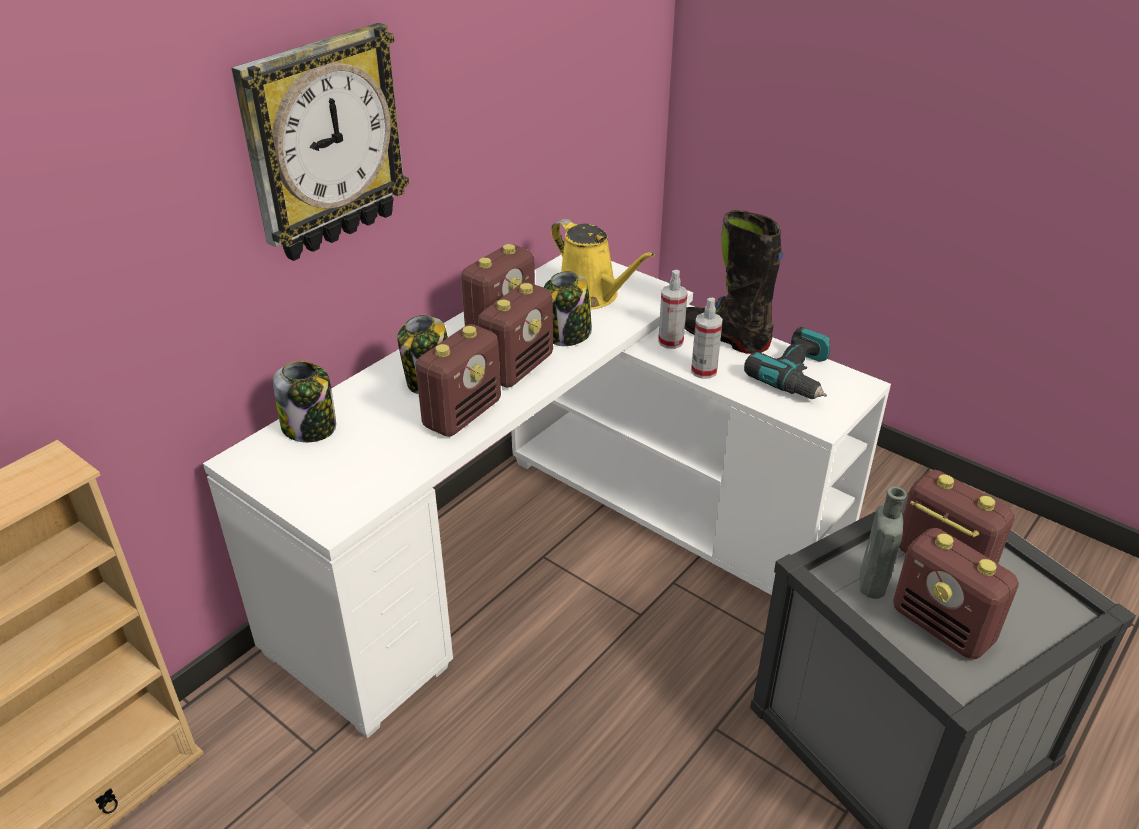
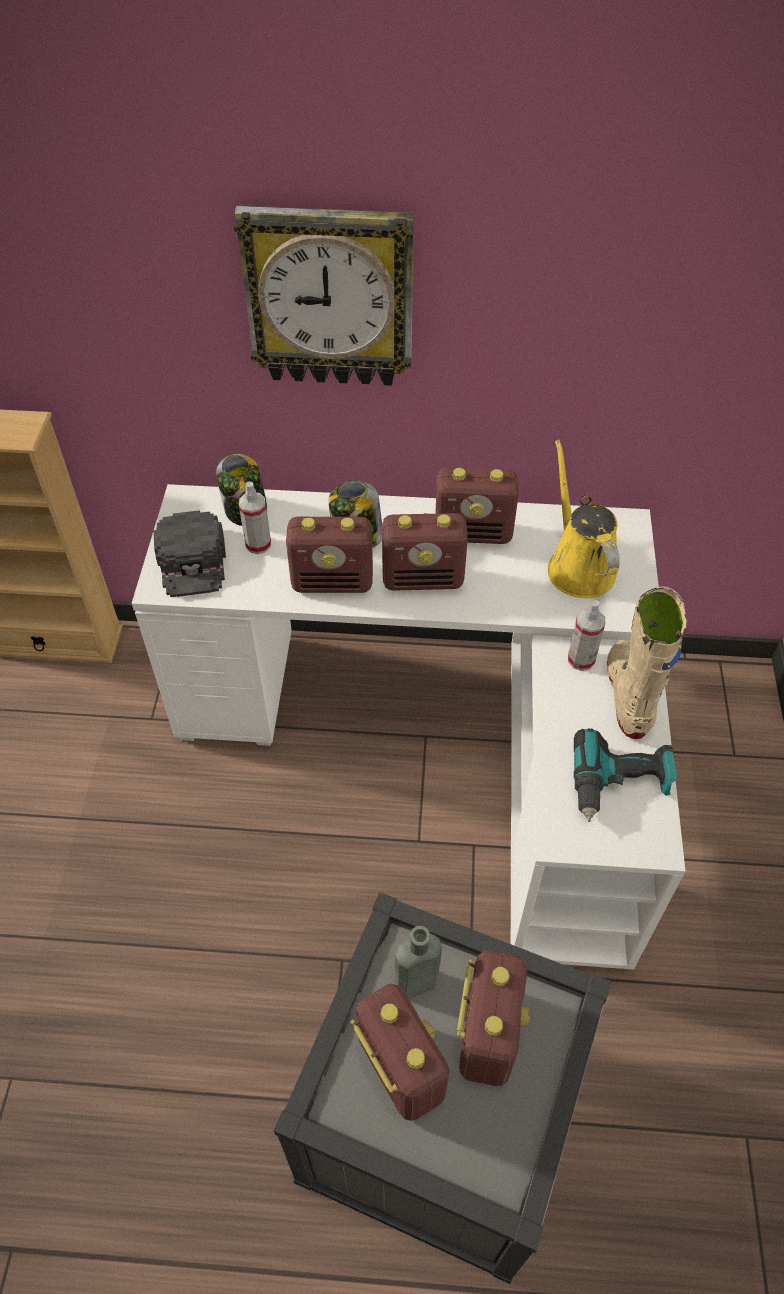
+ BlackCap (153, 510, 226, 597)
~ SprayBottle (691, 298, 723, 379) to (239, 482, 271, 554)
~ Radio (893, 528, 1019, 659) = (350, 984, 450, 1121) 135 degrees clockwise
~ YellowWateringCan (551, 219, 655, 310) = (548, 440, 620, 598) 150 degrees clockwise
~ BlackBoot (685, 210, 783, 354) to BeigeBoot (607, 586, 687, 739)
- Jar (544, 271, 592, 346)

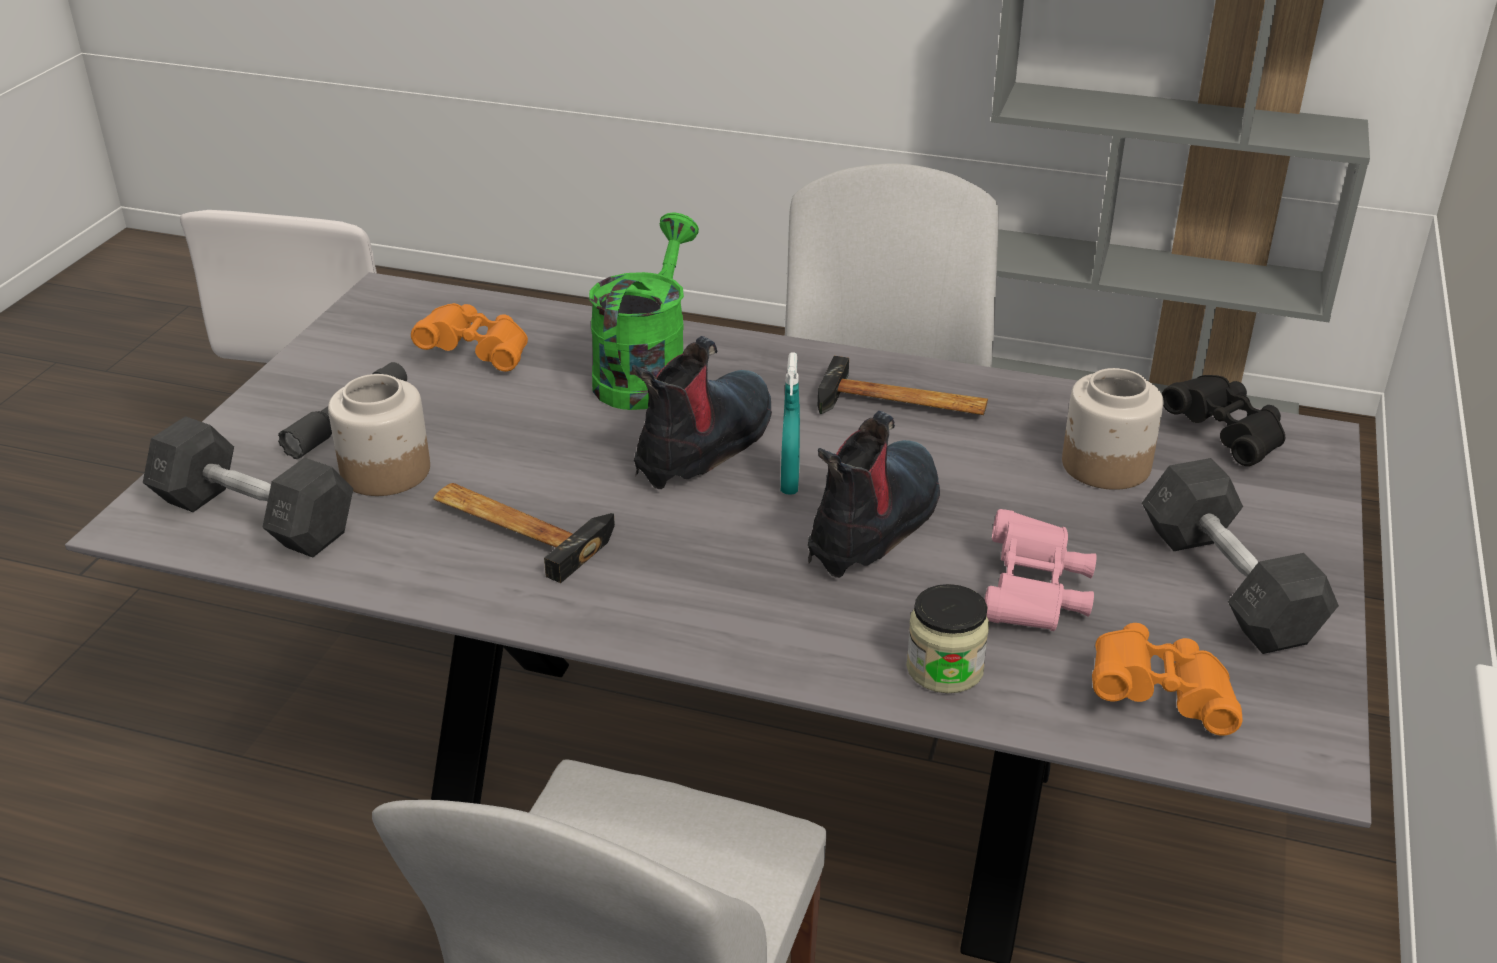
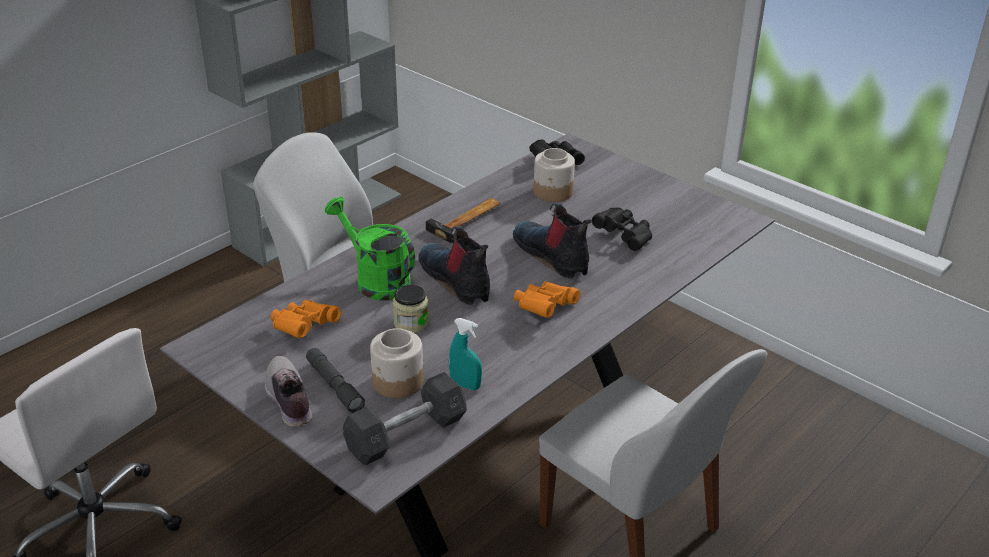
+ Shoe (265, 356, 312, 427)
~ Jar (906, 584, 989, 693) to (393, 285, 429, 333)
~ TurquoiseSprayBottle (781, 353, 800, 495) to (449, 318, 482, 390)
~ OrangeBinoculars (1092, 623, 1242, 736) to (514, 281, 580, 318)
~ PinkBinoculars (984, 509, 1097, 631) to BlackBinoculars (592, 208, 652, 251)
- Hammer (433, 483, 615, 583)
- GreyDumbbell (1142, 458, 1339, 654)

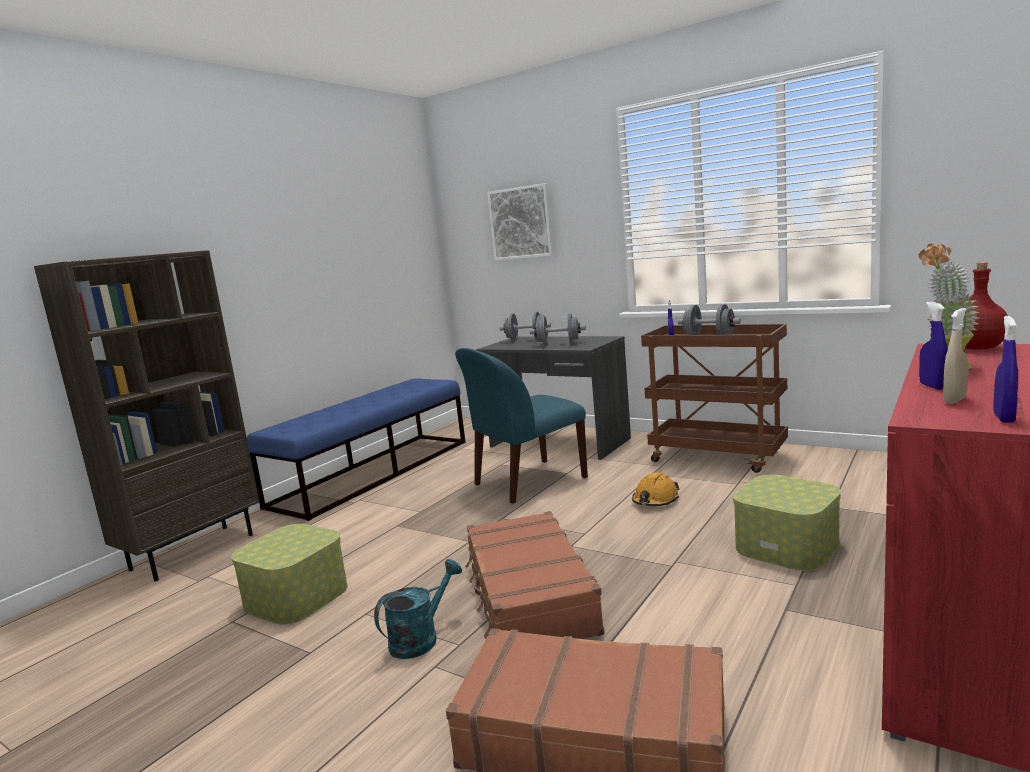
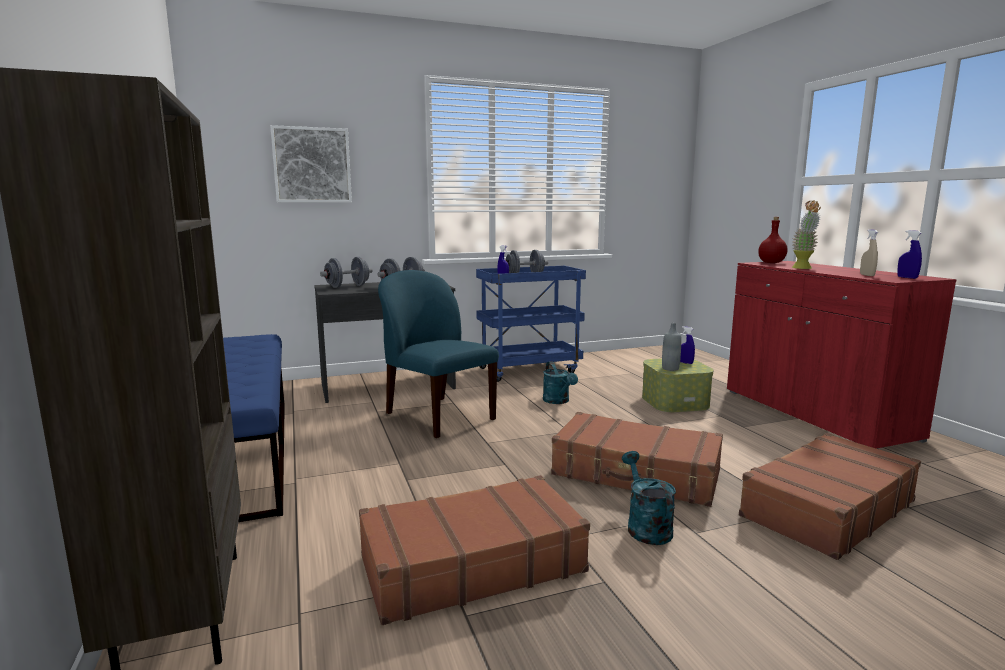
~ StorageBox (231, 524, 348, 624) to BrownSuitcase (359, 475, 590, 625)
~ BlueChair (455, 348, 588, 504) = (378, 270, 499, 438) 135 degrees clockwise
~ BrownCart (641, 324, 788, 473) to BlueCart (476, 266, 586, 382)
~ OrangeHardHat (632, 472, 680, 506) to TurquoiseWateringCan (543, 361, 578, 404)
+ GreyBottle (662, 323, 681, 371)
~ BlueSprayBottle (919, 302, 948, 390) to (680, 326, 695, 364)

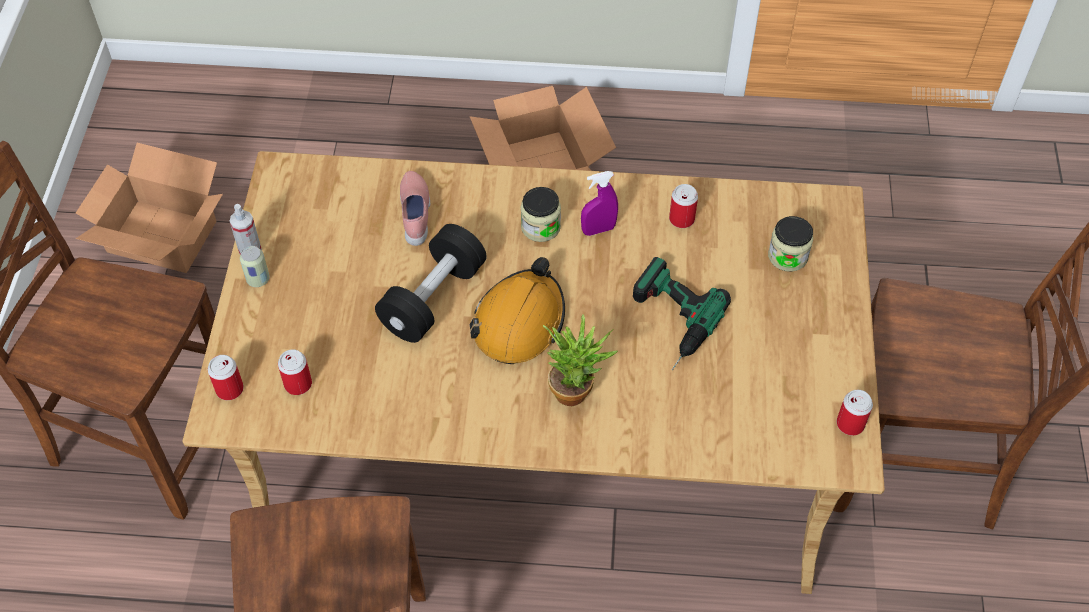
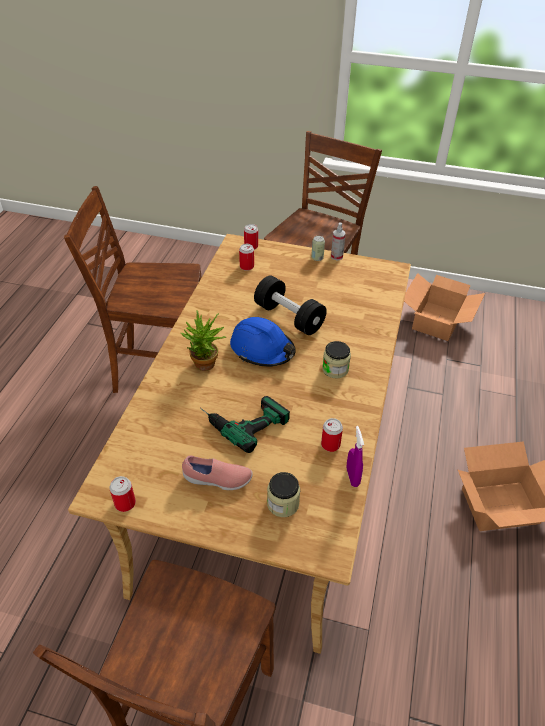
~ PinkShoe (400, 171, 430, 246) to (182, 456, 253, 490)
~ OrangeHardHat (470, 257, 565, 364) to BlueHardHat (230, 317, 296, 367)
~ PurpleSprayBottle (581, 171, 618, 236) to (347, 426, 364, 487)

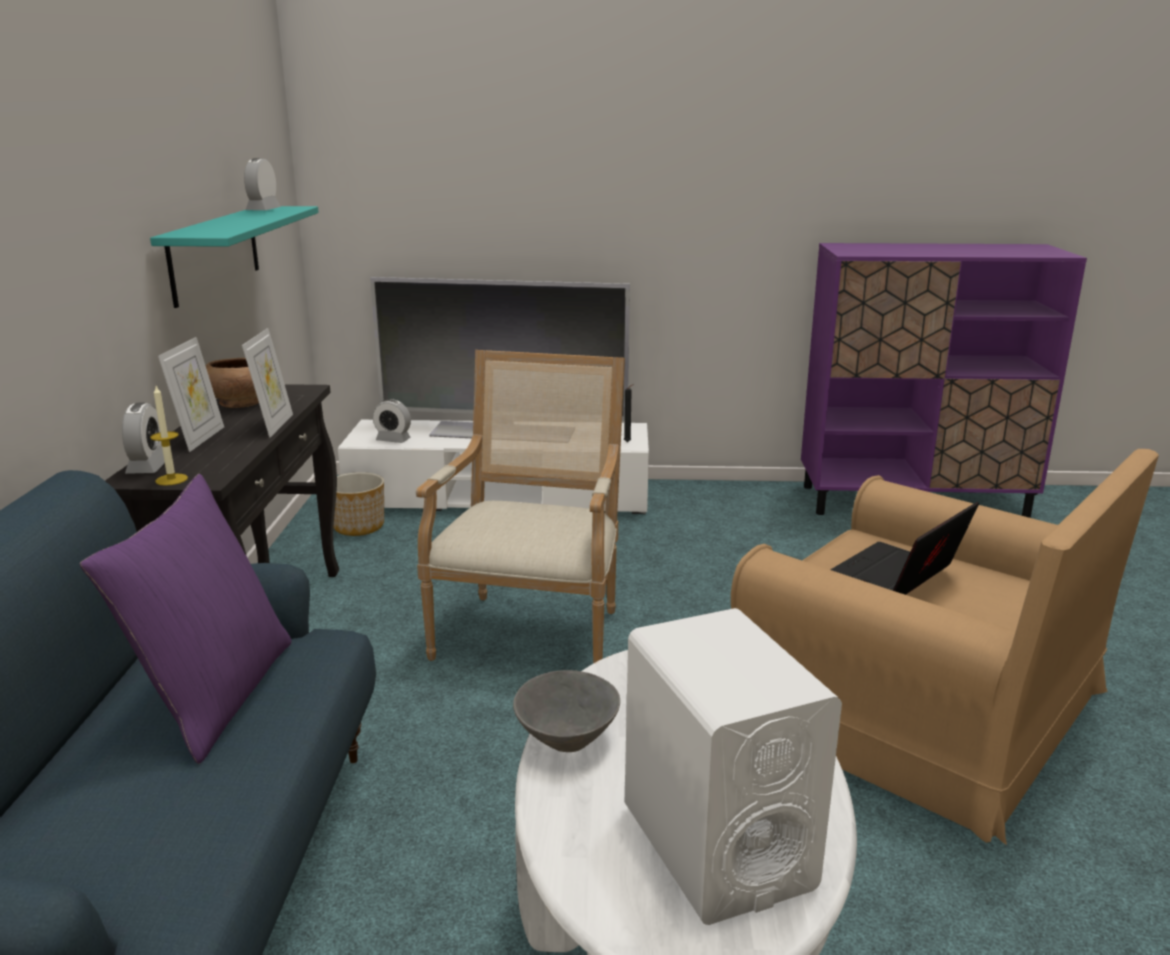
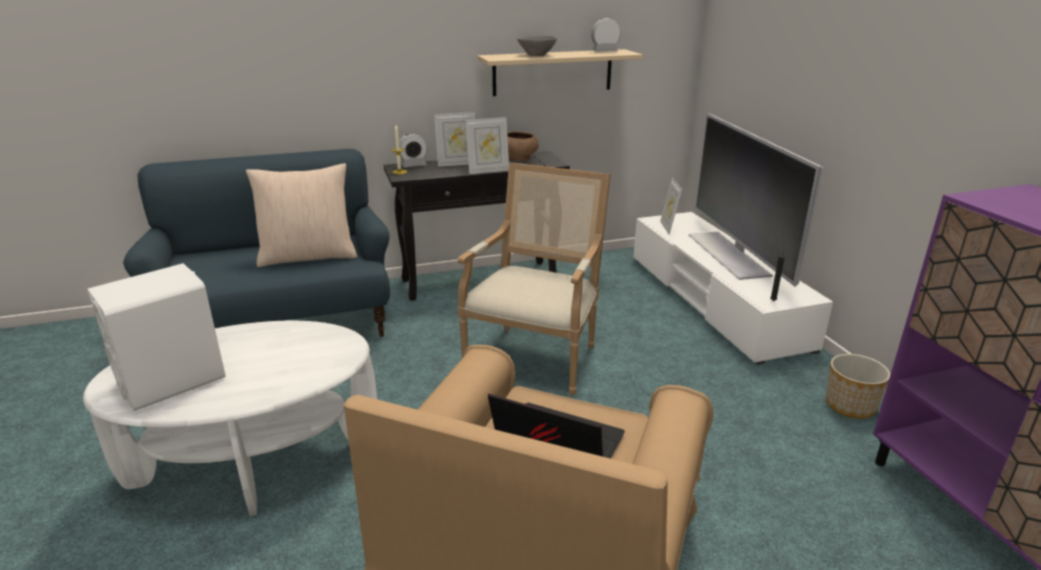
~ PurplePillow (80, 474, 292, 764) to BeigePillow (246, 163, 357, 267)
~ Armchair (416, 350, 625, 664) = (457, 162, 611, 396) 60 degrees counterclockwise
~ TurquoiseShelf (150, 206, 319, 308) to BeigeShelf (478, 49, 643, 96)
~ GreyBowl (513, 670, 620, 752) to (517, 35, 557, 56)
~ AlarmClock (373, 399, 411, 443) to PictureFrame (660, 178, 682, 235)
~ Planter (334, 472, 384, 536) to (826, 354, 891, 419)

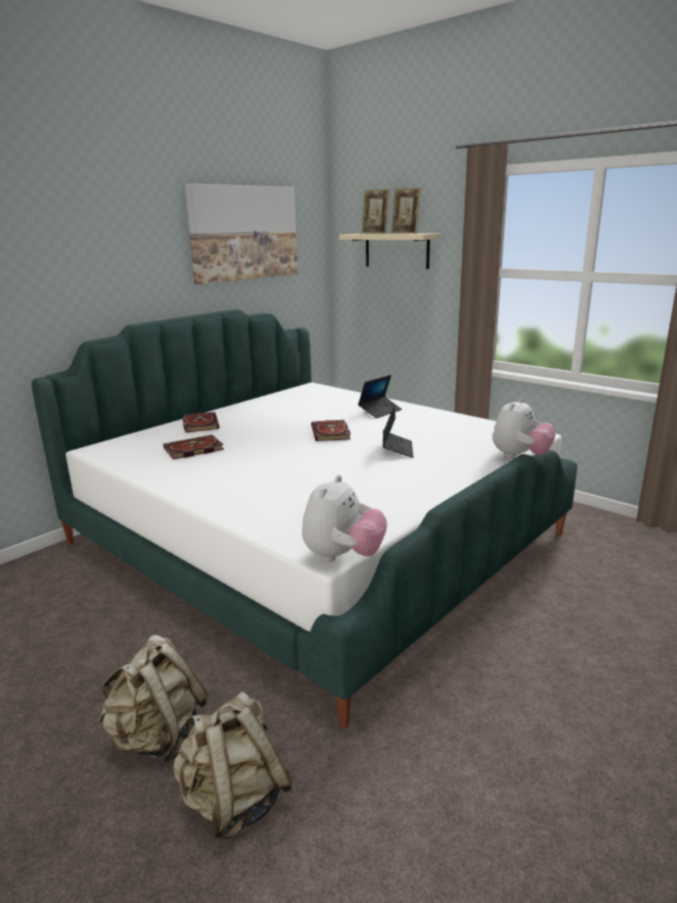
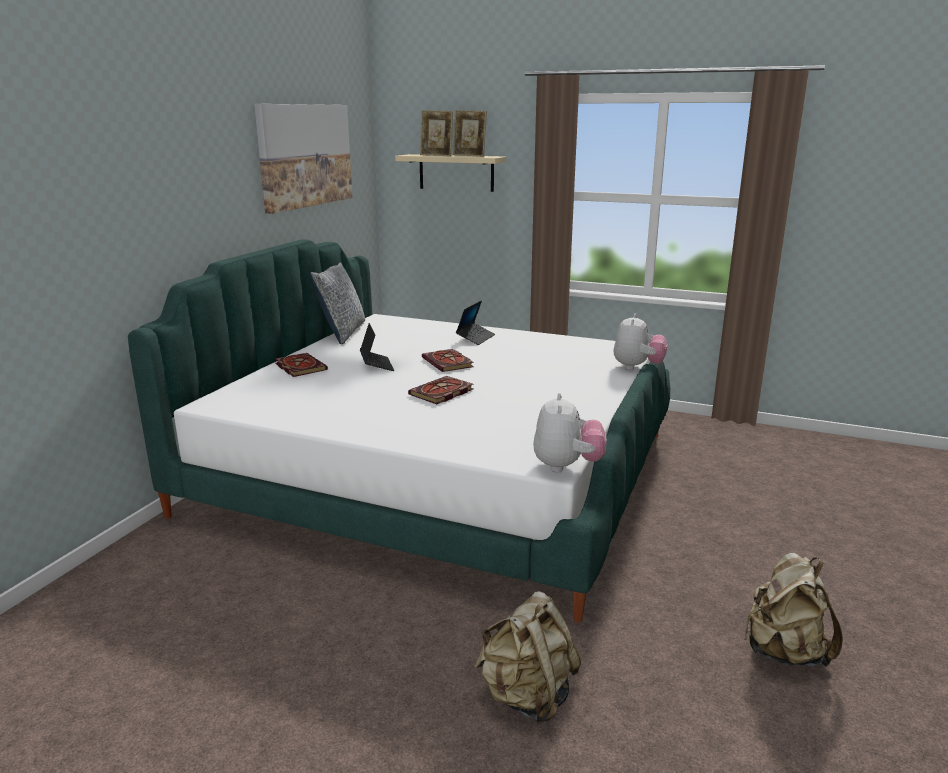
+ Pillow (310, 262, 365, 344)
~ Laptop (383, 404, 413, 458) to (360, 323, 394, 371)
~ Book (163, 435, 224, 459) to (408, 376, 474, 404)
~ BeigeBackpack (98, 635, 208, 763) to (744, 553, 843, 667)

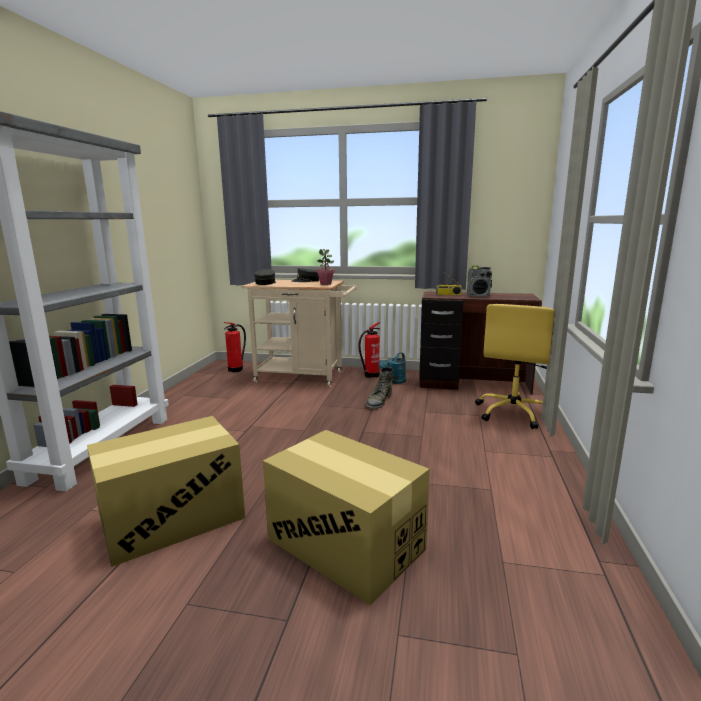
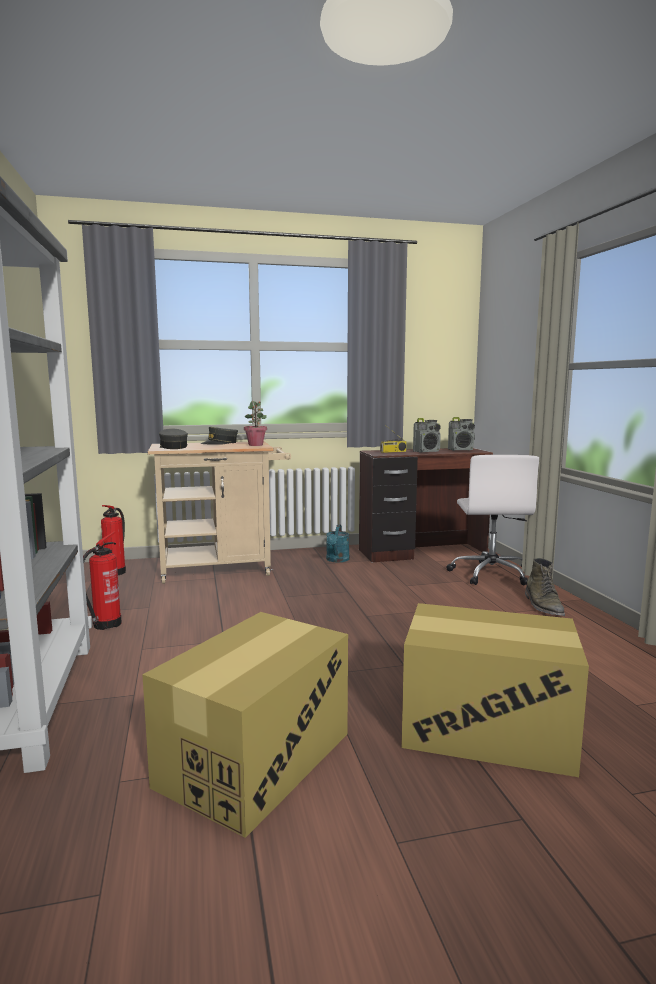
~ FireExtinguisher (359, 322, 380, 378) to (83, 532, 122, 630)
~ YellowOfficeChair (475, 304, 555, 429) to WhiteOfficeChair (447, 455, 539, 585)
+ Radio (448, 417, 475, 451)
~ GreenBoot (366, 367, 393, 409) to (525, 558, 565, 616)

